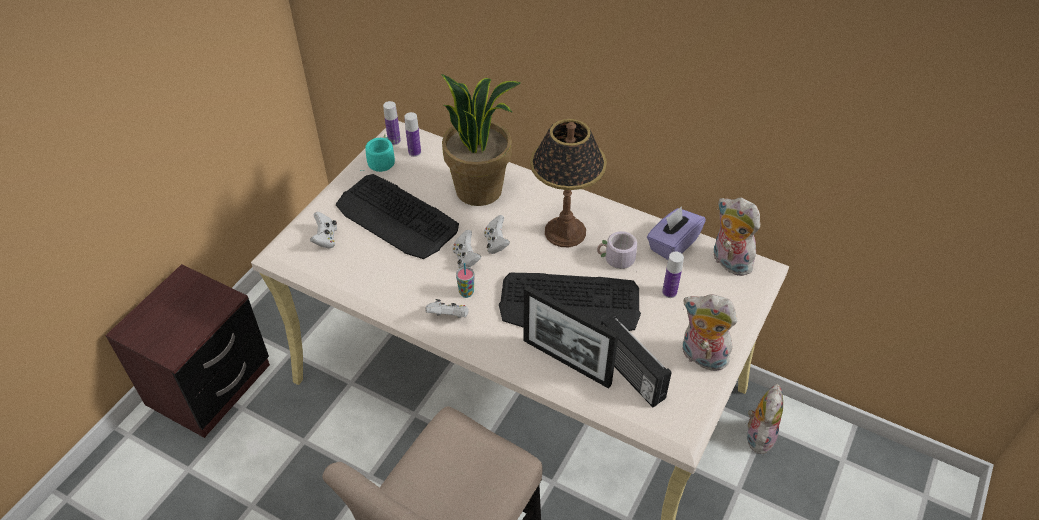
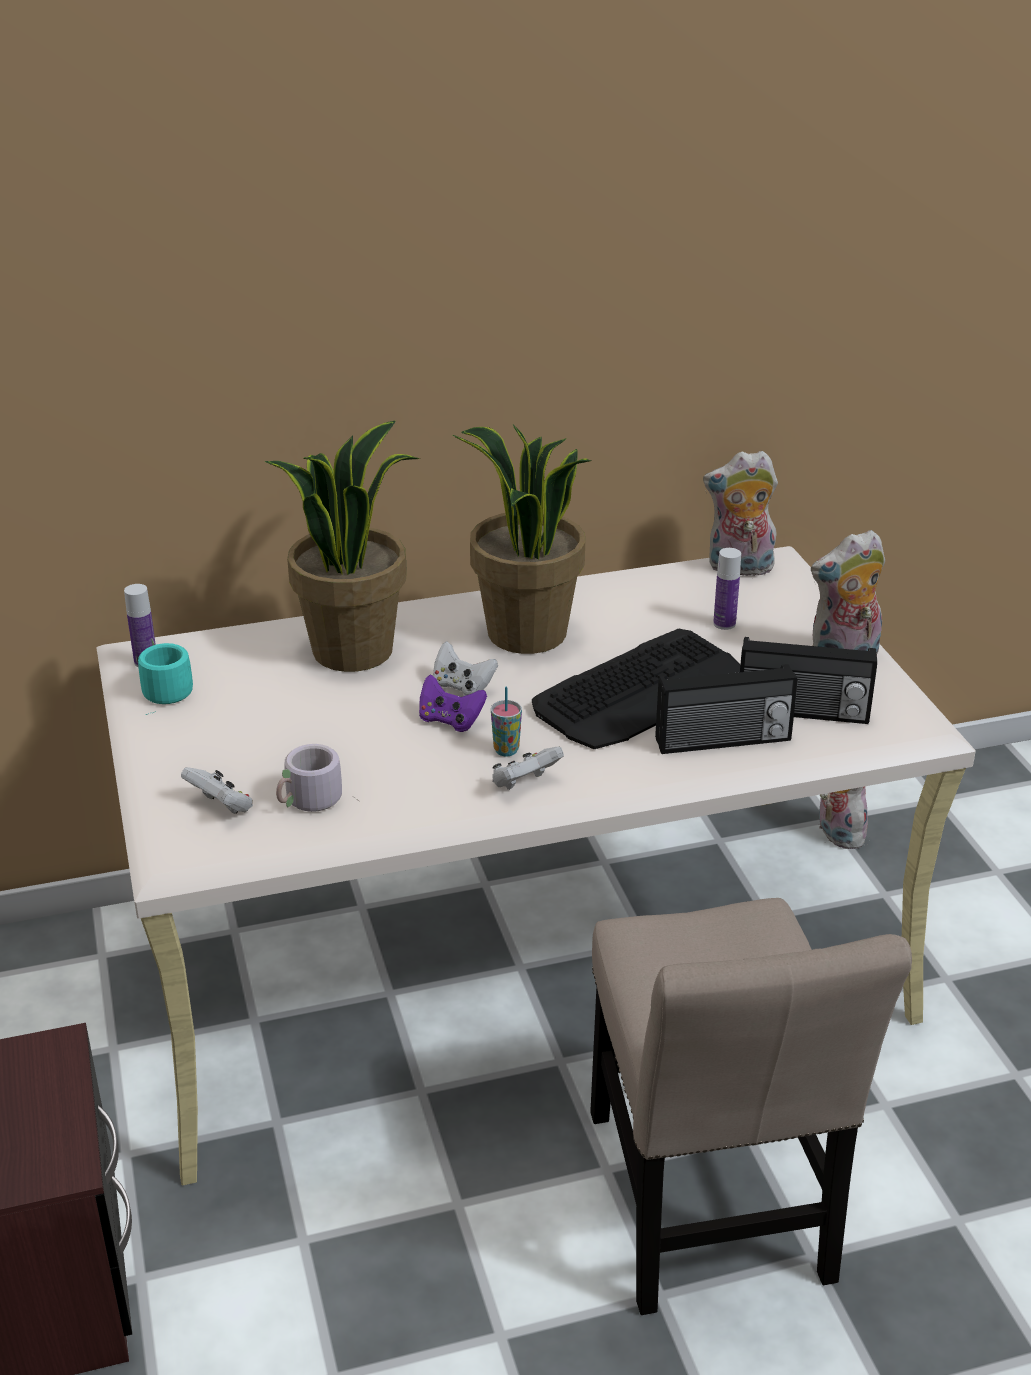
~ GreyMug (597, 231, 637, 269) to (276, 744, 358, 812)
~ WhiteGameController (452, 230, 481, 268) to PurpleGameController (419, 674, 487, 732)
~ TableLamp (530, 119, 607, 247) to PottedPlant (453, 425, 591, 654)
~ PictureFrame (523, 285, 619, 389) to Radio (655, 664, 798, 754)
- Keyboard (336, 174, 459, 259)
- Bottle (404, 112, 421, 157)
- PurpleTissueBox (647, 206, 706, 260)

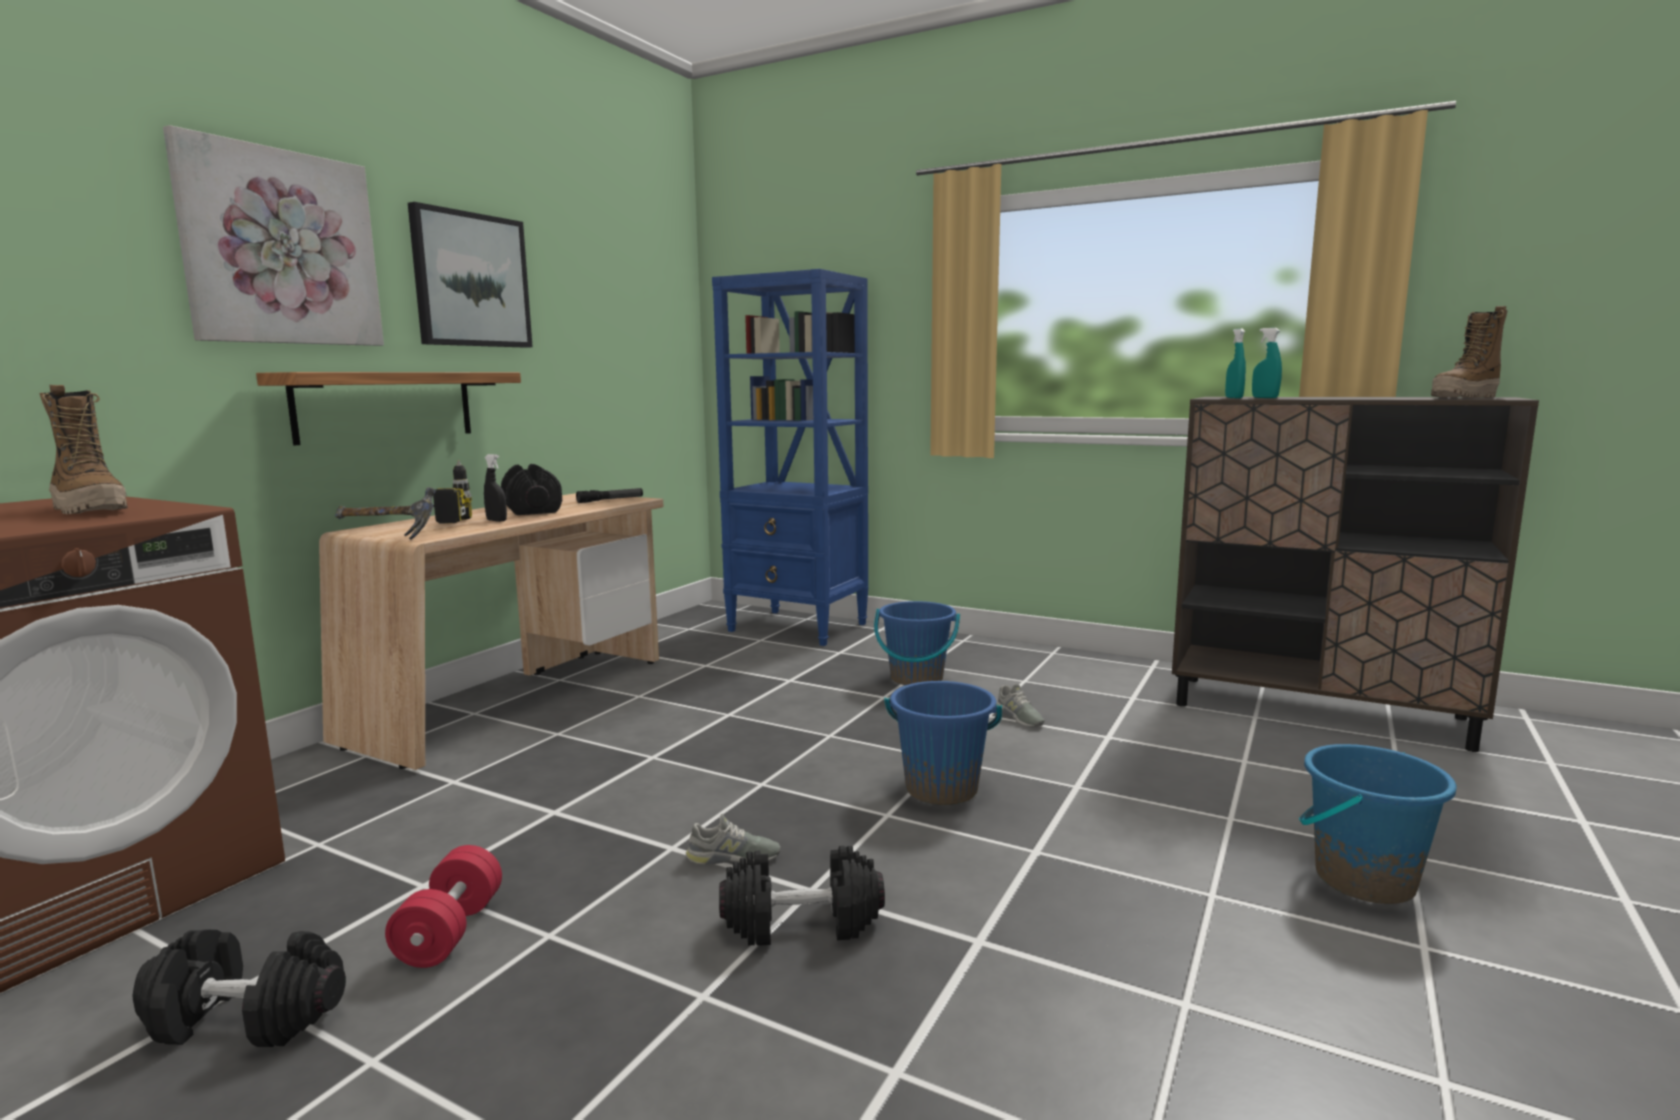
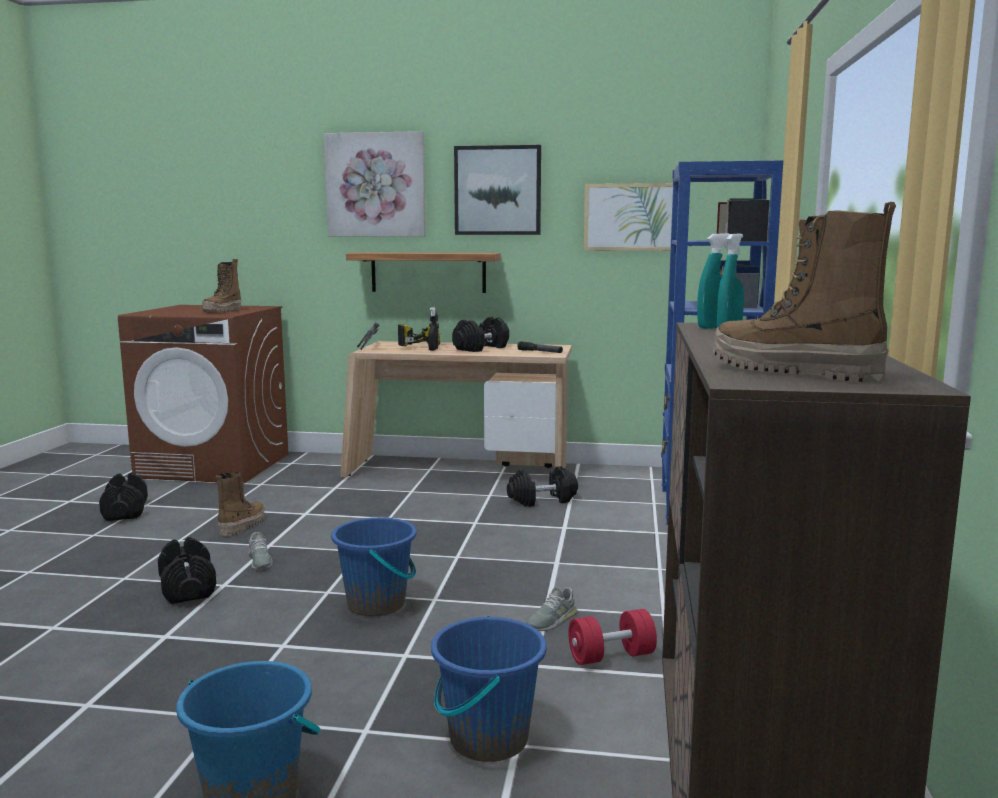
+ Boot (216, 472, 265, 537)
~ BlueBucket (874, 601, 960, 685) to (431, 616, 547, 762)
+ BlackDumbbell (507, 466, 578, 507)
~ RedDumbbell (385, 845, 502, 968) to (568, 609, 657, 665)
+ Picture (584, 183, 673, 251)

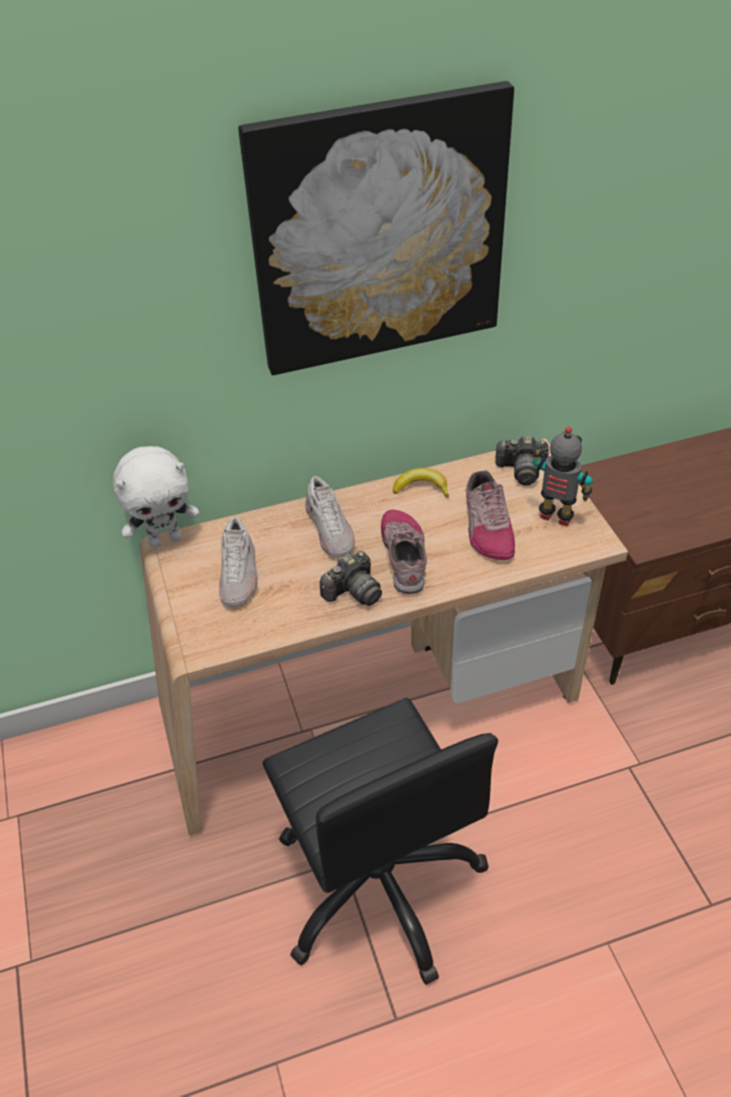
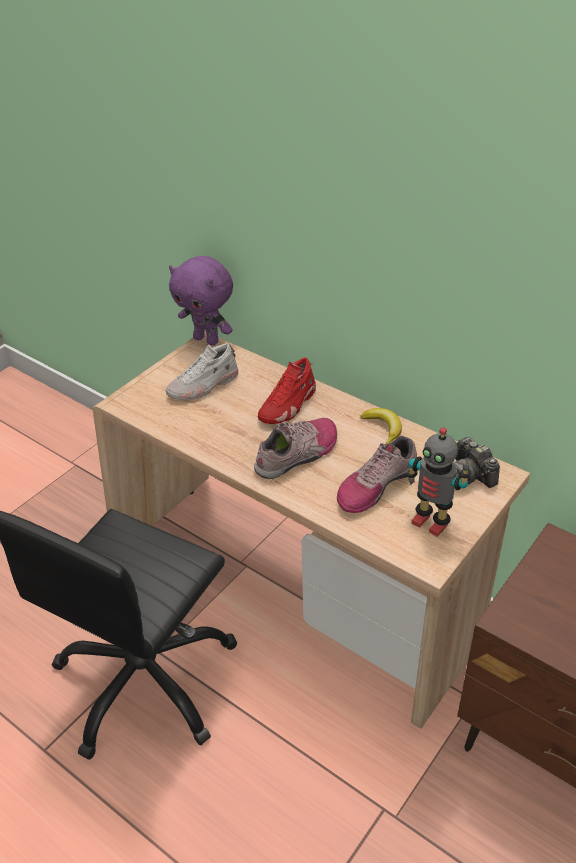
~ WhitePlushToy (113, 446, 199, 549) to PurplePlushToy (169, 256, 233, 346)
~ WhiteShoe (305, 476, 355, 558) to RedShoe (258, 357, 316, 424)
~ ToyRobot (533, 427, 593, 526) = (407, 427, 471, 537) 135 degrees clockwise
- Picture (238, 81, 514, 375)
- PhotoCamera (320, 551, 382, 606)

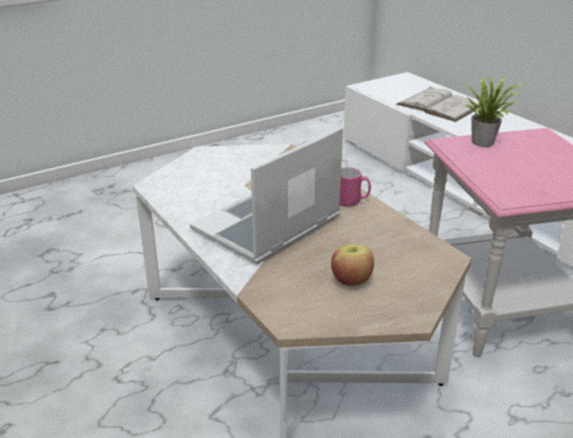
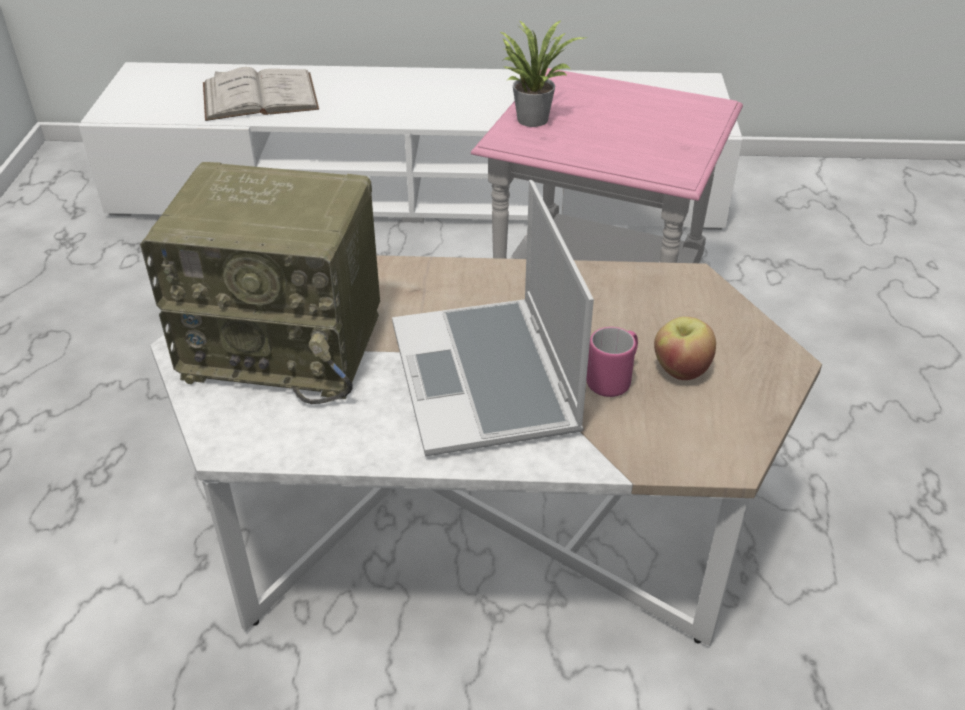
+ Radio (140, 162, 380, 404)
~ PinkMug (340, 167, 371, 207) to (586, 327, 638, 397)

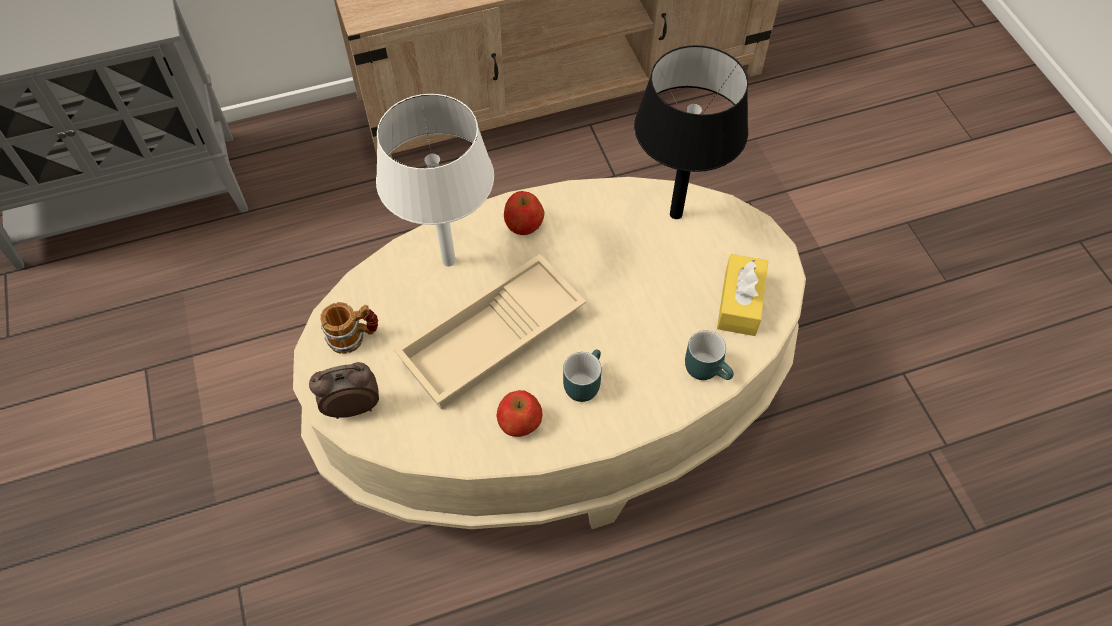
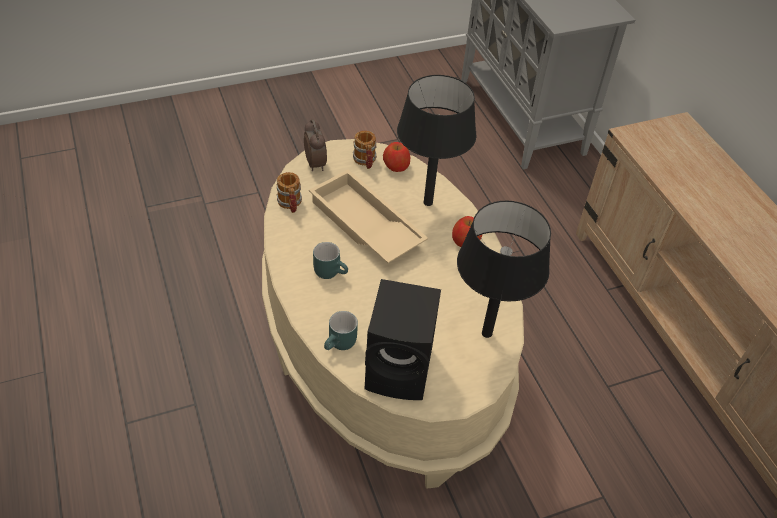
+ Mug (277, 172, 302, 213)
~ YellowTissueBox (717, 254, 768, 336) to BlackSpeaker (365, 279, 441, 400)
~ Apple (497, 390, 543, 437) to (383, 142, 410, 172)
~ WhiteTableLamp (376, 94, 494, 267) to BlackTableLamp (397, 75, 476, 206)

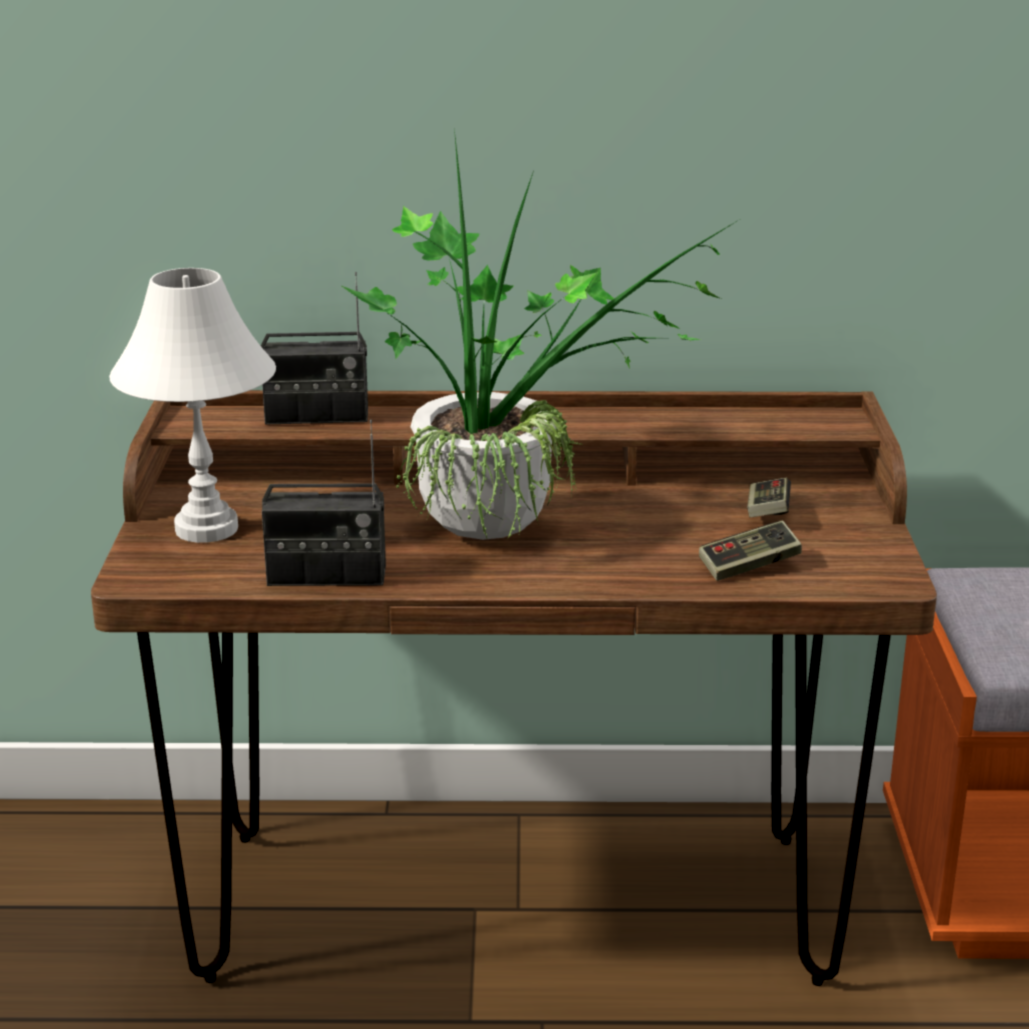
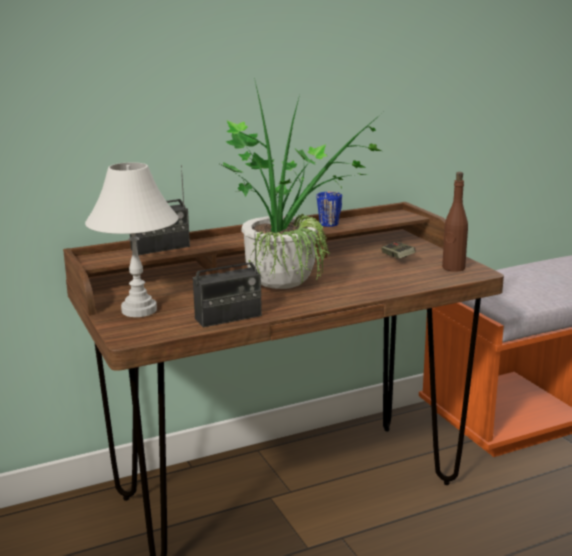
+ BlueMug (316, 192, 342, 227)
+ BrownBottle (442, 172, 468, 272)
- GameController (699, 520, 802, 581)

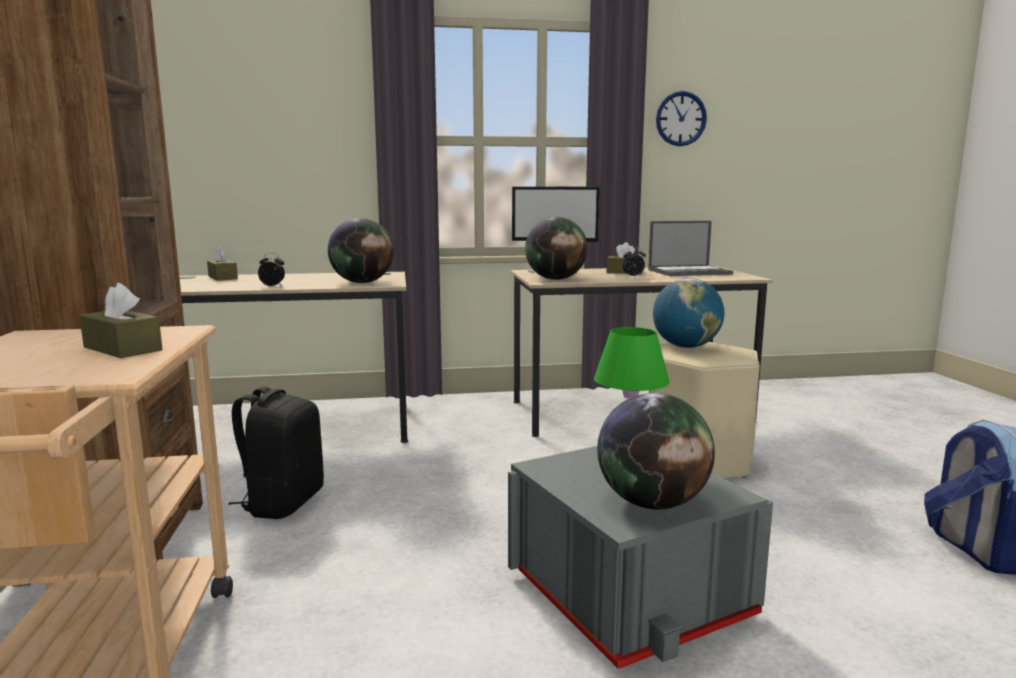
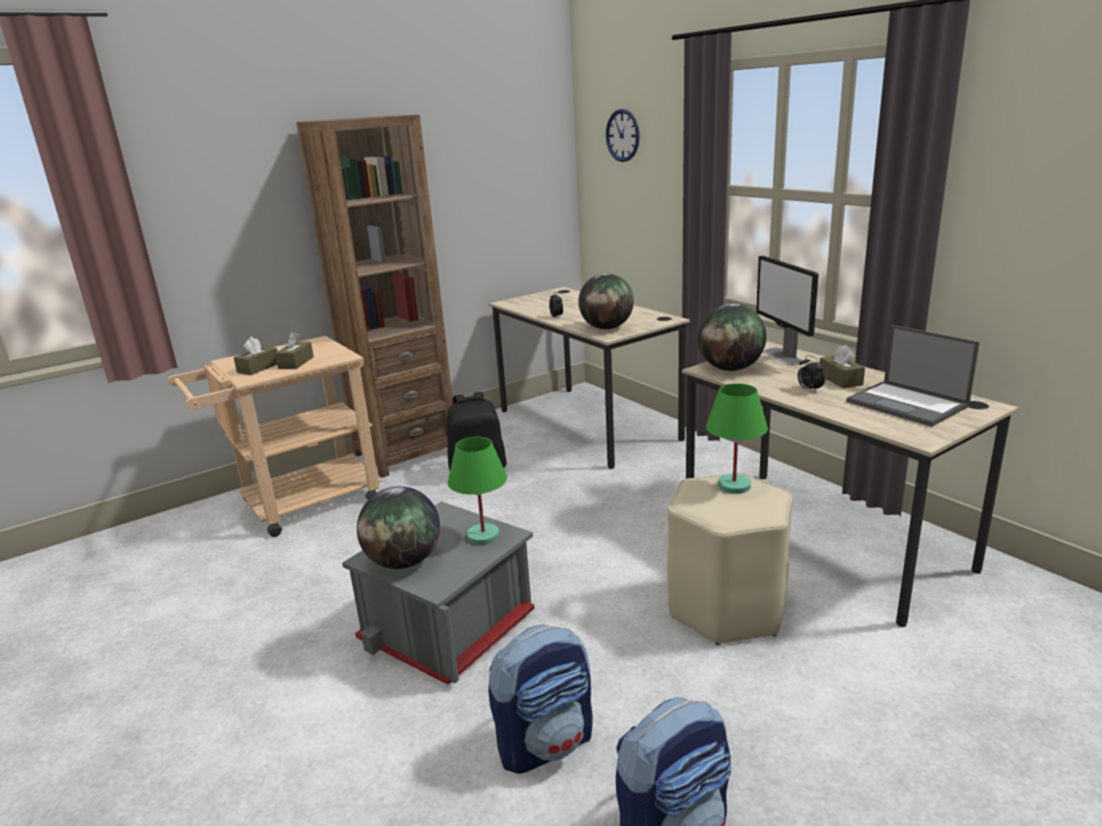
~ BrownTissueBox (207, 246, 238, 281) to (234, 337, 278, 375)
+ Backpack (488, 624, 593, 774)
~ WallClock (656, 91, 707, 146) to (606, 109, 640, 162)
~ Globe (653, 278, 724, 348) to GreenTableLamp (706, 383, 768, 494)

